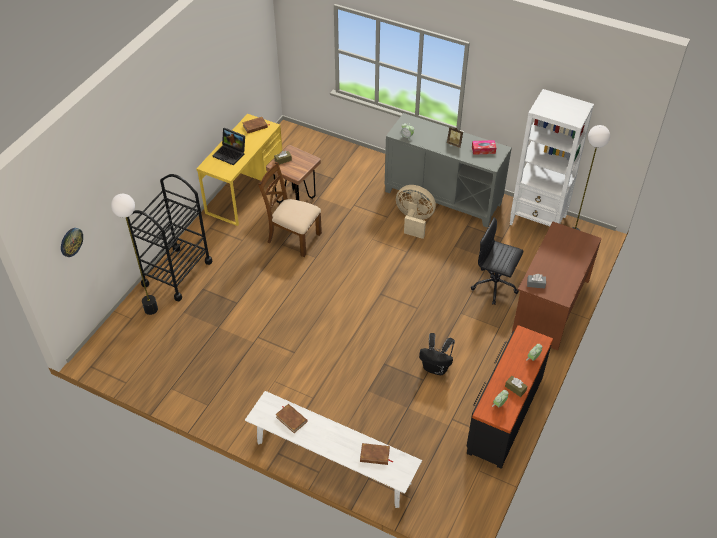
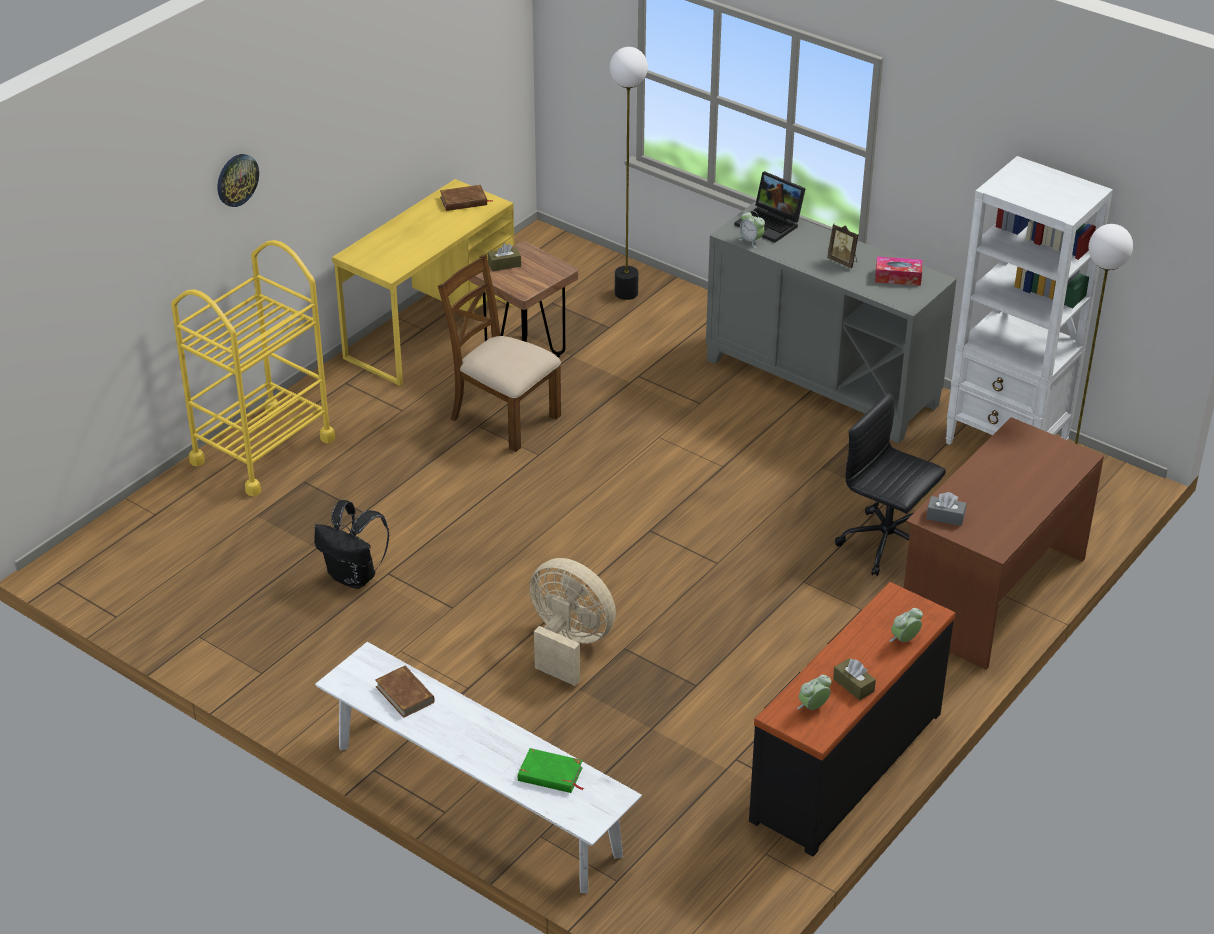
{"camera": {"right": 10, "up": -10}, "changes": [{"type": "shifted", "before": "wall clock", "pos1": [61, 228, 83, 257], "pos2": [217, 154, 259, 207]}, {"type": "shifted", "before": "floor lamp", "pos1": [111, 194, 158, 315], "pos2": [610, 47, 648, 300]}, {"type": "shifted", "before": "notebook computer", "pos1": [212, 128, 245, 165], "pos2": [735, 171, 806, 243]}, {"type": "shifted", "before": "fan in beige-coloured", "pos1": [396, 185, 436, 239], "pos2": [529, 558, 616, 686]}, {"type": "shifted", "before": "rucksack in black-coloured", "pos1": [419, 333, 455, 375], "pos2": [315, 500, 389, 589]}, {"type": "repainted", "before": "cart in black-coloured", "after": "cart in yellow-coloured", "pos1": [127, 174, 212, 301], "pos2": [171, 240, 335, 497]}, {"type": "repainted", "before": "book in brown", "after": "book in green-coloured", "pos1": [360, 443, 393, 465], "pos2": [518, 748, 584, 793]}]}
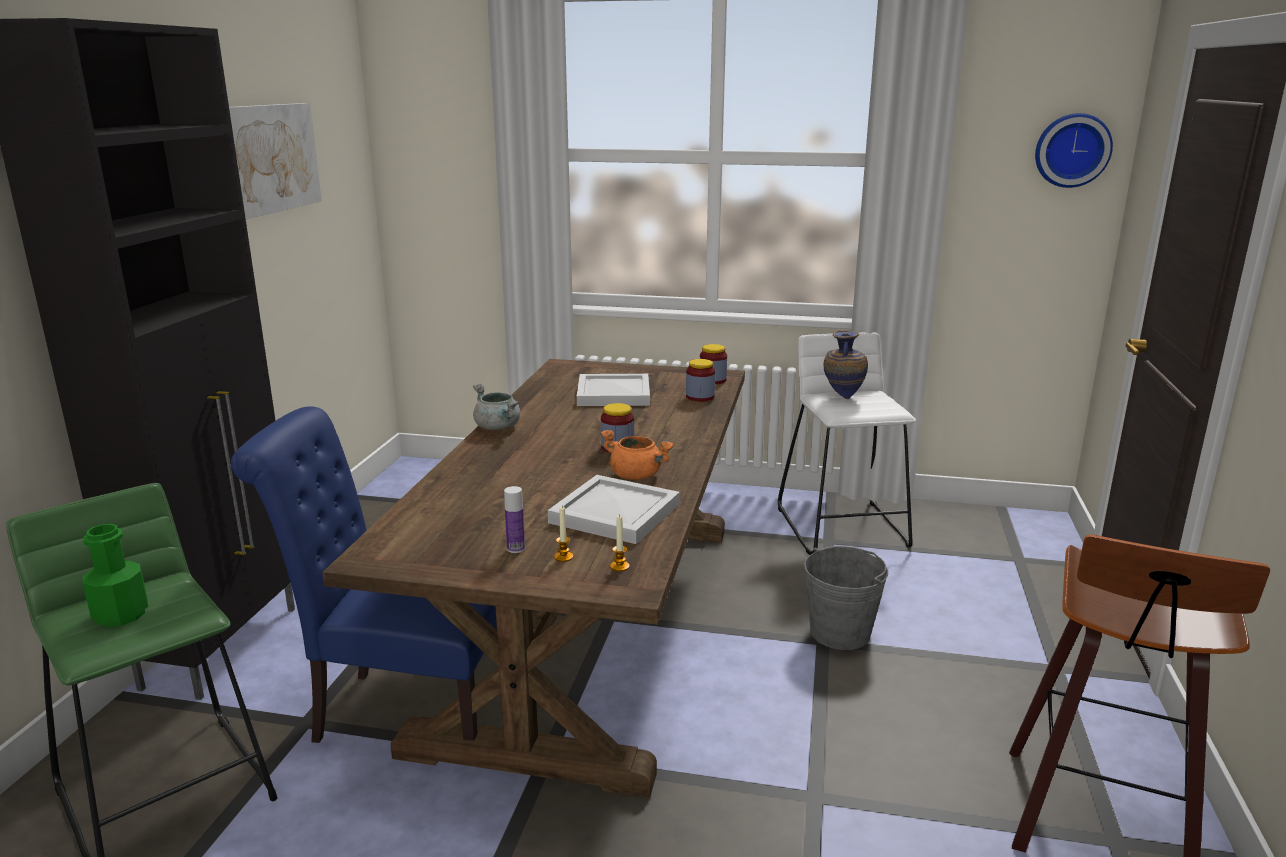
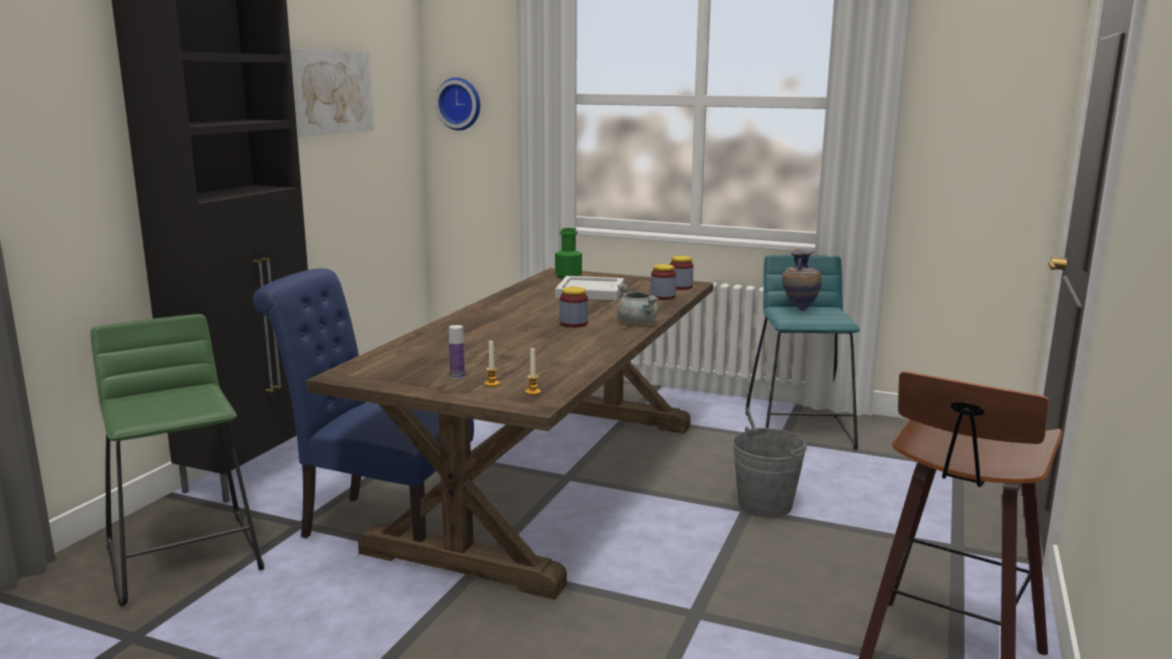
{"camera": {"right": 10, "up": -5}, "changes": [{"type": "gone", "before": "carrying tray in white", "pos1": [548, 475, 680, 544]}, {"type": "gone", "before": "saucepot in orangey", "pos1": [600, 430, 674, 480]}, {"type": "shifted", "before": "beverage bottle in green-coloured", "pos1": [83, 524, 148, 627], "pos2": [555, 228, 582, 279]}, {"type": "shifted", "before": "saucepot in gray", "pos1": [473, 384, 520, 430], "pos2": [617, 284, 659, 324]}, {"type": "shifted", "before": "wall clock", "pos1": [1035, 113, 1113, 188], "pos2": [435, 77, 480, 130]}, {"type": "repainted", "before": "stool in white", "after": "stool in blue-green", "pos1": [778, 333, 916, 555], "pos2": [746, 255, 860, 450]}]}
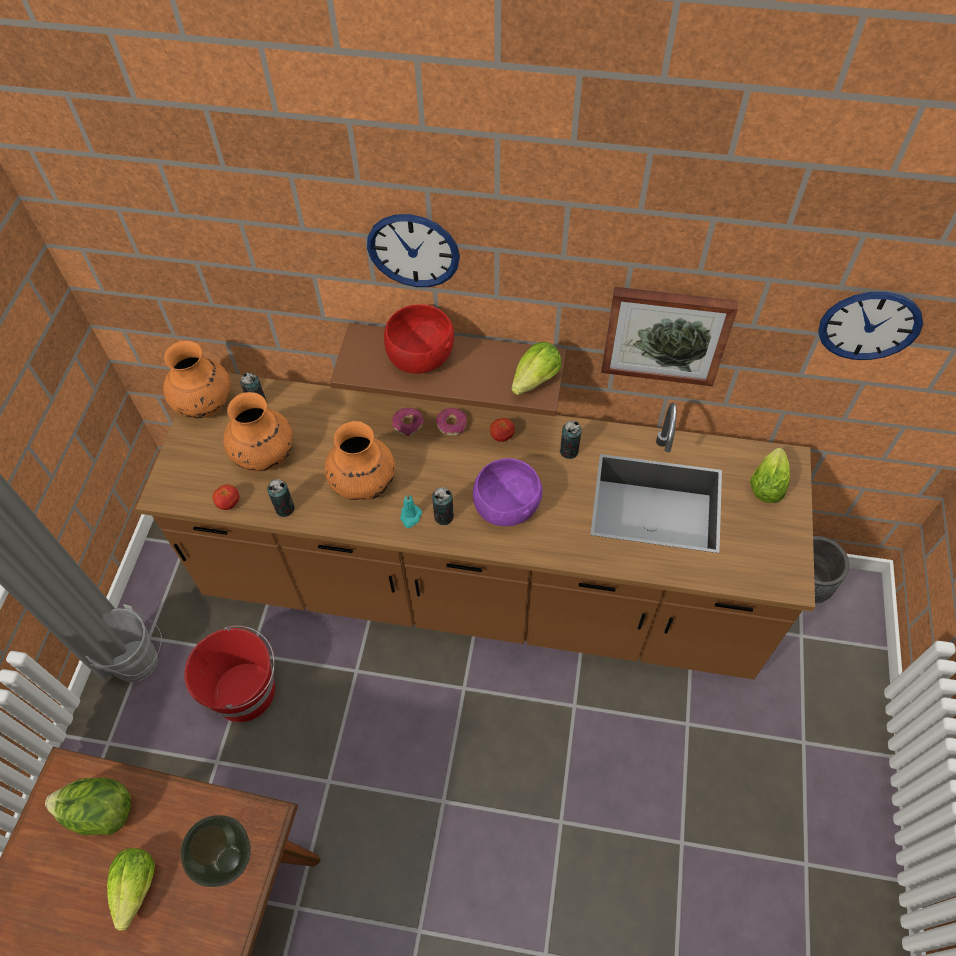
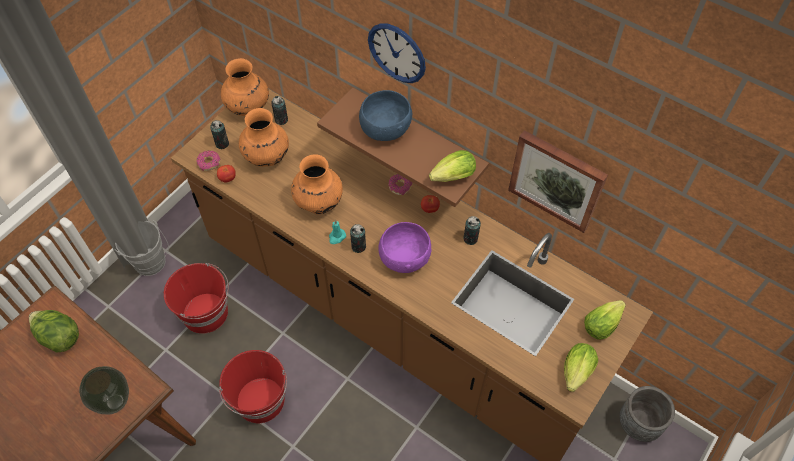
{"camera": {"right": 25, "up": 0}, "changes": [{"type": "gone", "before": "wall clock", "pos1": [818, 292, 923, 360]}, {"type": "new", "after": "water bucket in reddish", "pos2": [219, 350, 287, 423]}, {"type": "shifted", "before": "head of lettuce", "pos1": [107, 848, 155, 931], "pos2": [564, 343, 598, 392]}, {"type": "shifted", "before": "metal can", "pos1": [267, 479, 295, 517], "pos2": [210, 120, 229, 149]}, {"type": "shifted", "before": "doughnut", "pos1": [392, 407, 424, 436], "pos2": [196, 150, 221, 171]}, {"type": "repainted", "before": "bowl in reddish", "after": "bowl in bluish", "pos1": [384, 304, 454, 374], "pos2": [359, 90, 412, 141]}]}
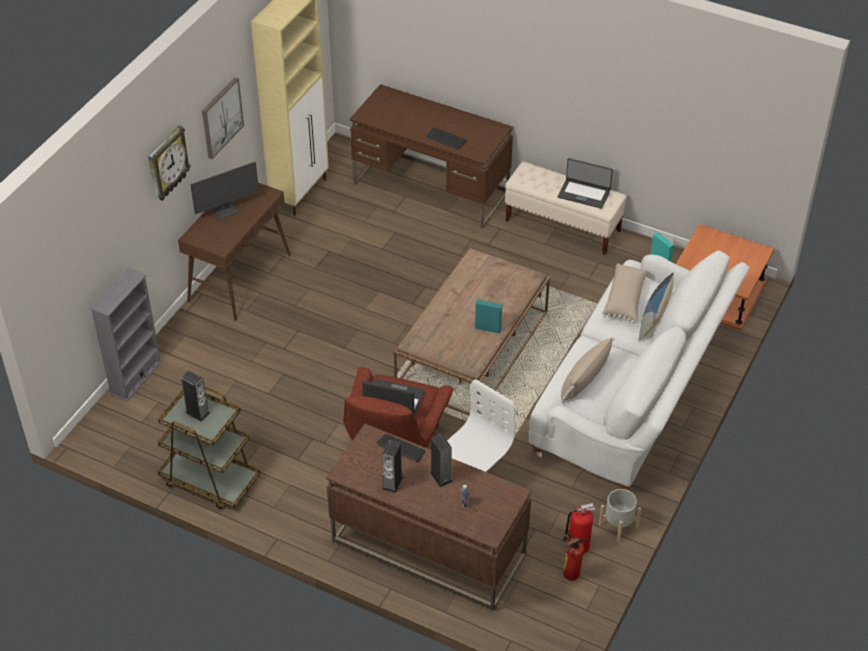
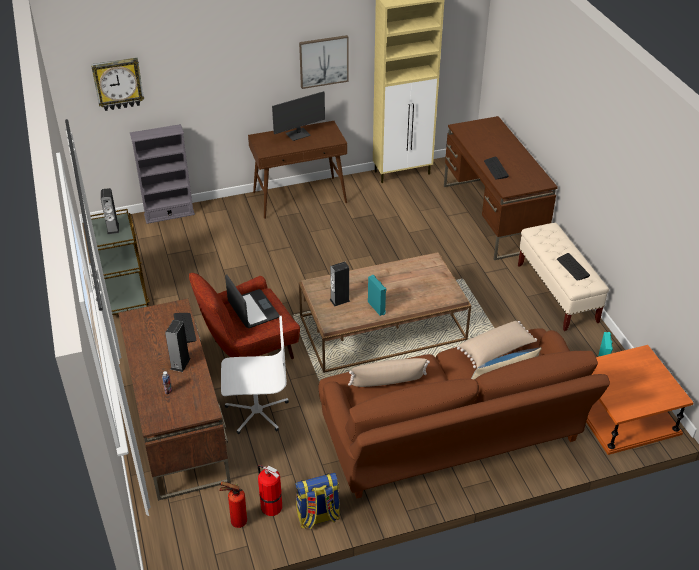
{"camera": {"right": 45, "up": -5}, "changes": [{"type": "shifted", "before": "wall clock", "pos1": [148, 125, 191, 201], "pos2": [91, 58, 144, 111]}, {"type": "shifted", "before": "speaker", "pos1": [382, 440, 403, 493], "pos2": [330, 262, 351, 307]}, {"type": "swapped", "before": "notebook computer", "after": "computer keyboard", "pos1": [558, 158, 613, 209], "pos2": [557, 253, 590, 281]}, {"type": "swapped", "before": "plant pot in gray", "after": "rucksack", "pos1": [599, 489, 641, 542], "pos2": [295, 473, 340, 529]}, {"type": "repainted", "before": "sofa in white", "after": "sofa in brown", "pos1": [529, 251, 750, 490], "pos2": [318, 328, 610, 499]}, {"type": "rotated", "before": "computer display", "pos1": [190, 162, 259, 220], "pos2": [272, 91, 325, 141], "turn": -45}]}
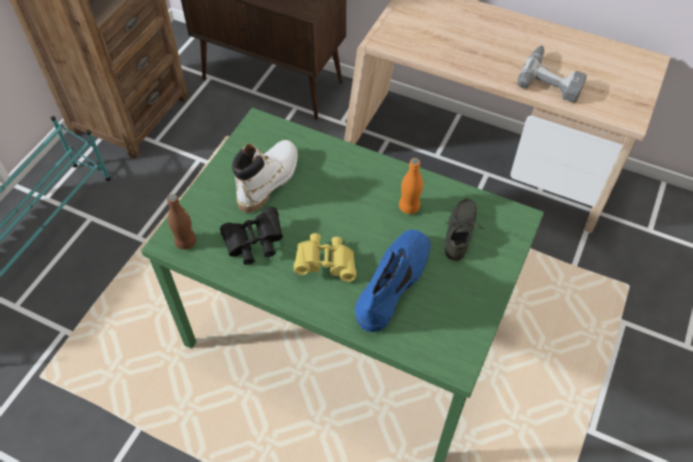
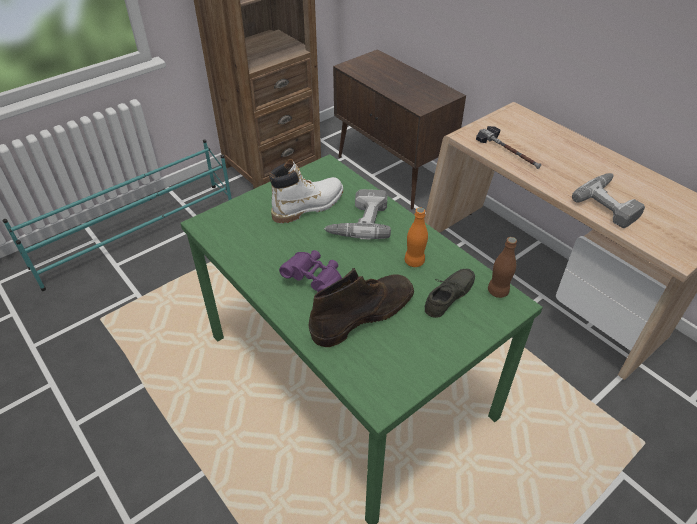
{"camera": {"right": 25, "up": -10}, "changes": [{"type": "gone", "before": "pair of binoculars in black-coloured", "pos1": [220, 207, 283, 265]}, {"type": "new", "after": "power drill", "pos2": [324, 189, 391, 240]}, {"type": "new", "after": "tool hammer", "pos2": [476, 126, 541, 169]}, {"type": "shifted", "before": "beverage bottle in brown", "pos1": [167, 194, 197, 250], "pos2": [488, 237, 517, 298]}, {"type": "repainted", "before": "pair of binoculars in yellow-coloured", "after": "pair of binoculars in purplish", "pos1": [294, 233, 356, 282], "pos2": [279, 250, 342, 293]}, {"type": "repainted", "before": "tall boot in bluish", "after": "tall boot in brown", "pos1": [355, 230, 431, 332], "pos2": [309, 268, 414, 347]}]}
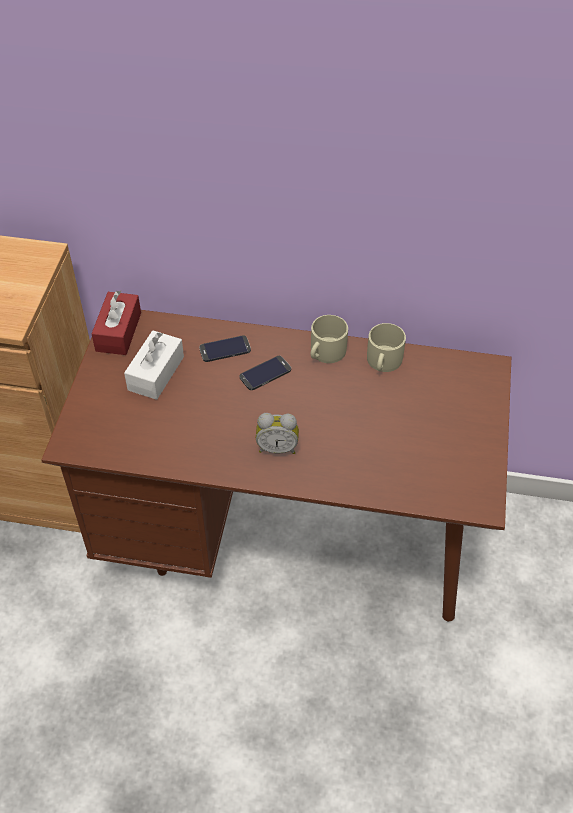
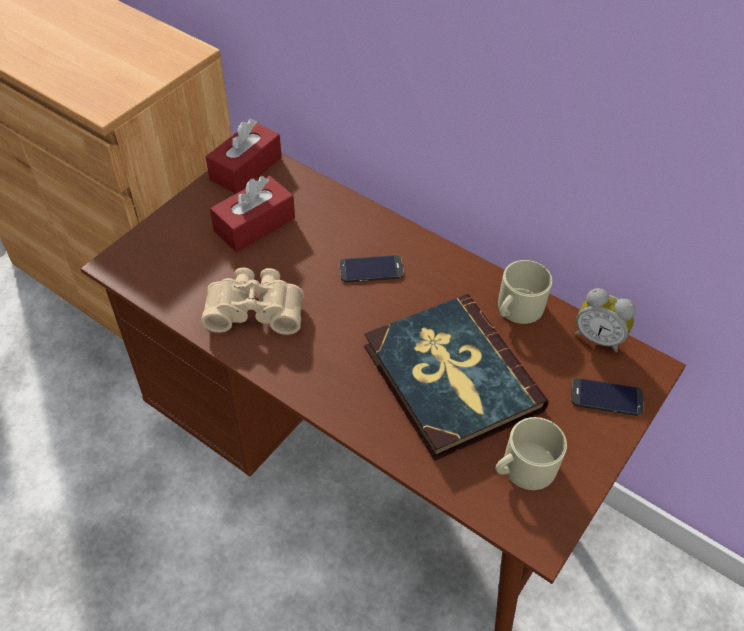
{"camera": {"right": 25, "up": 0}, "changes": [{"type": "new", "after": "pair of binoculars in beige-coloured", "pos2": [201, 267, 304, 335]}, {"type": "new", "after": "book", "pos2": [364, 294, 549, 461]}, {"type": "shifted", "before": "phone", "pos1": [199, 336, 251, 362], "pos2": [571, 378, 643, 416]}, {"type": "shifted", "before": "table clock", "pos1": [256, 413, 299, 454], "pos2": [575, 288, 636, 353]}, {"type": "shifted", "before": "mug in beige-coloured", "pos1": [310, 315, 348, 363], "pos2": [496, 417, 567, 490]}, {"type": "repainted", "before": "tissue holder in white", "after": "tissue holder in reddish", "pos1": [124, 331, 184, 400], "pos2": [210, 175, 295, 252]}]}
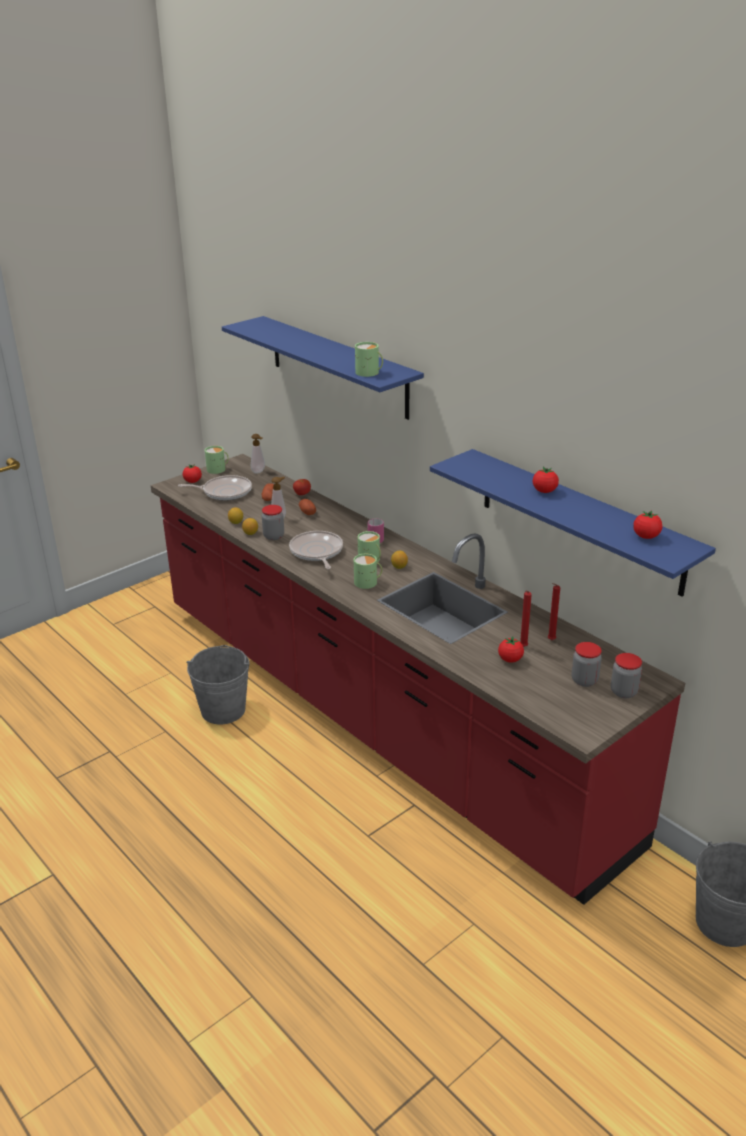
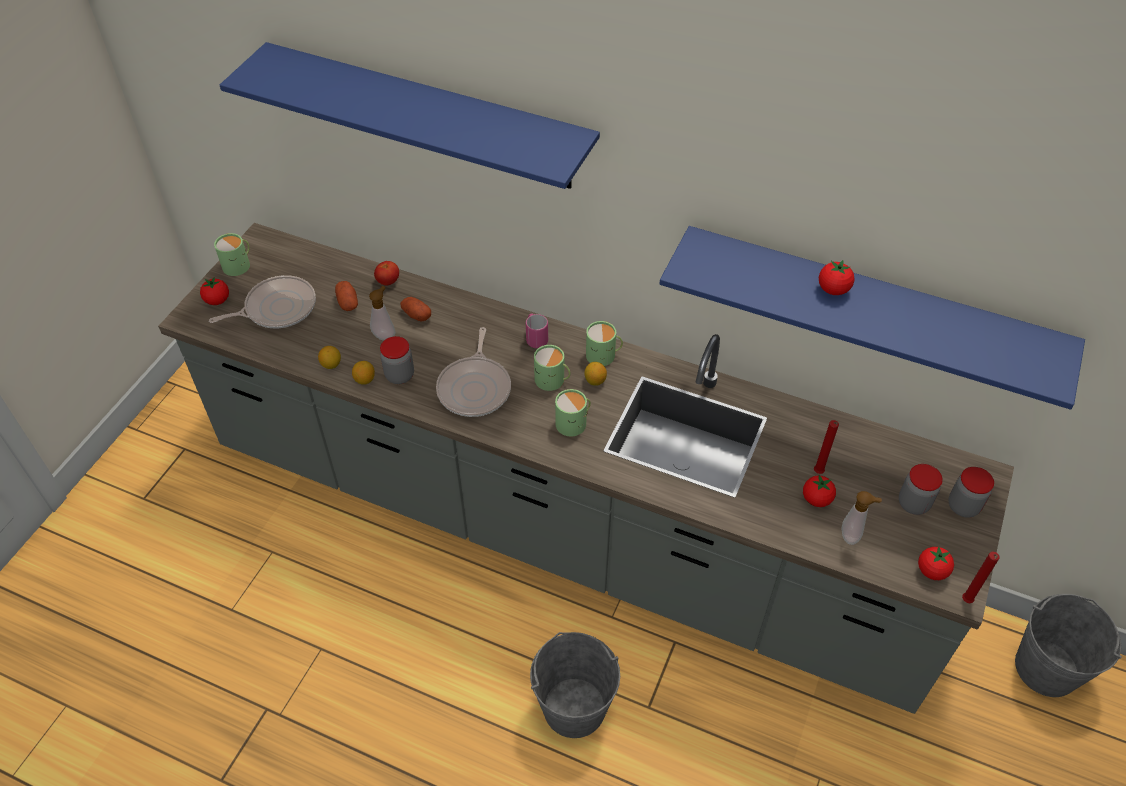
{"camera": {"right": -25, "up": 20}, "changes": [{"type": "shifted", "before": "water bucket in gray", "pos1": [187, 645, 249, 724], "pos2": [530, 632, 620, 738]}, {"type": "shifted", "before": "soap bottle", "pos1": [251, 434, 265, 474], "pos2": [842, 491, 882, 545]}, {"type": "shifted", "before": "mug in green-coloured", "pos1": [355, 342, 383, 377], "pos2": [586, 321, 623, 366]}, {"type": "shifted", "before": "wax candle in reddish", "pos1": [548, 583, 560, 640], "pos2": [962, 552, 1000, 603]}, {"type": "shifted", "before": "fresh tomato", "pos1": [633, 510, 662, 539], "pos2": [918, 546, 954, 580]}, {"type": "repainted", "before": "kitchen counter in reddish", "after": "kitchen counter in gray", "pos1": [151, 454, 685, 905], "pos2": [158, 223, 1014, 714]}, {"type": "rotated", "before": "pan", "pos1": [289, 531, 343, 569], "pos2": [436, 327, 511, 417], "turn": -135}]}
